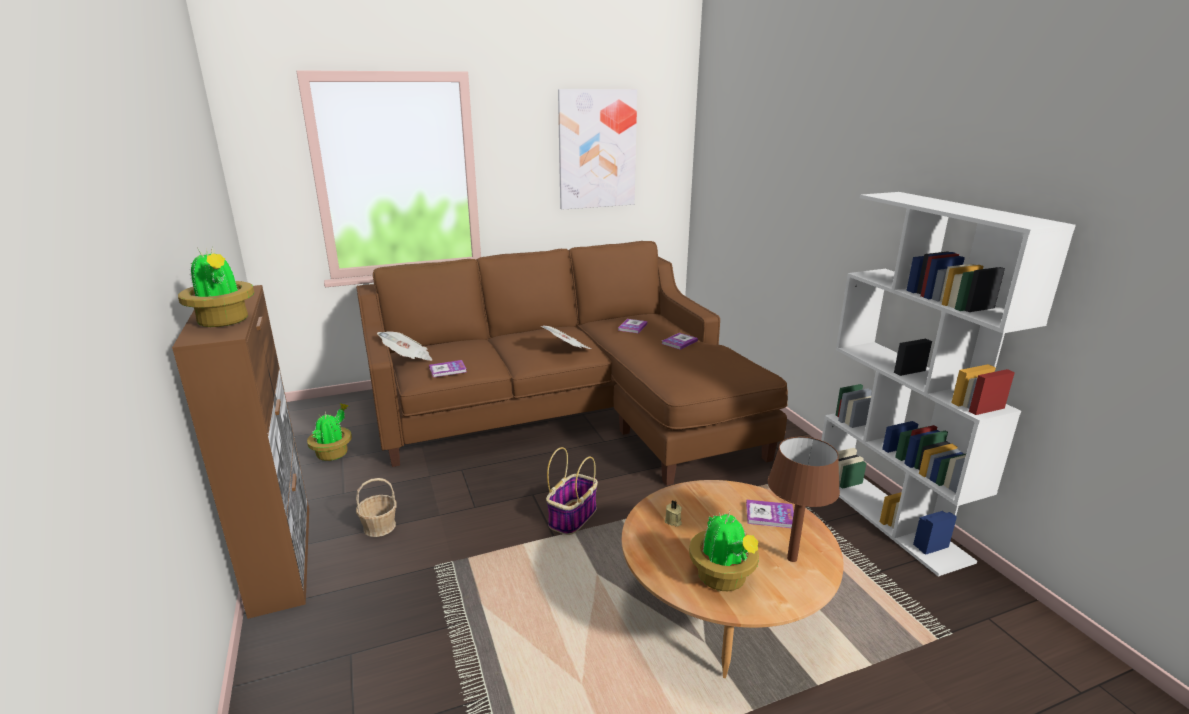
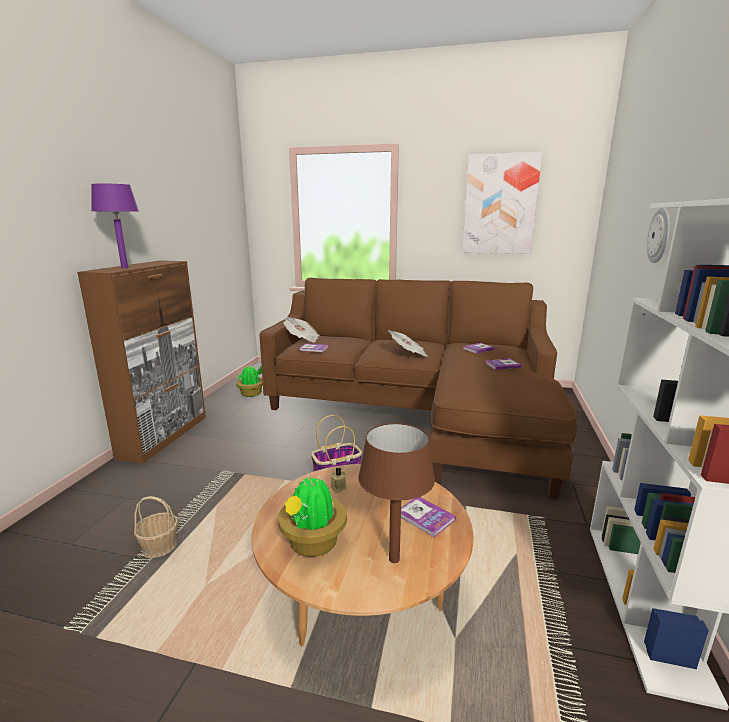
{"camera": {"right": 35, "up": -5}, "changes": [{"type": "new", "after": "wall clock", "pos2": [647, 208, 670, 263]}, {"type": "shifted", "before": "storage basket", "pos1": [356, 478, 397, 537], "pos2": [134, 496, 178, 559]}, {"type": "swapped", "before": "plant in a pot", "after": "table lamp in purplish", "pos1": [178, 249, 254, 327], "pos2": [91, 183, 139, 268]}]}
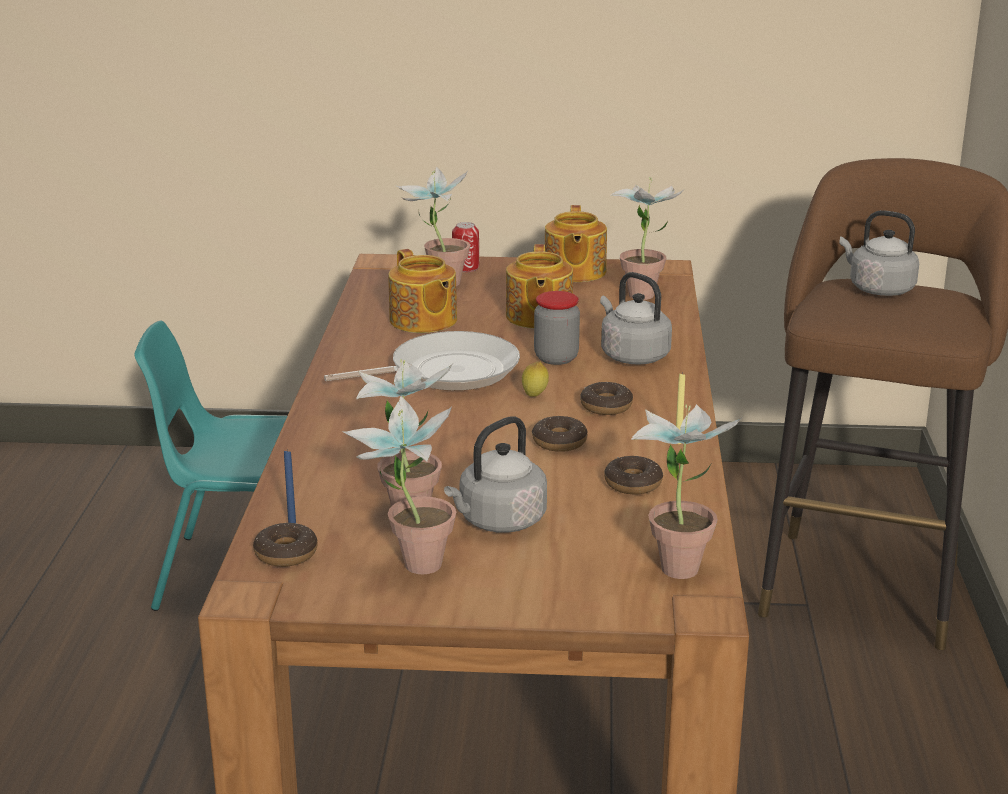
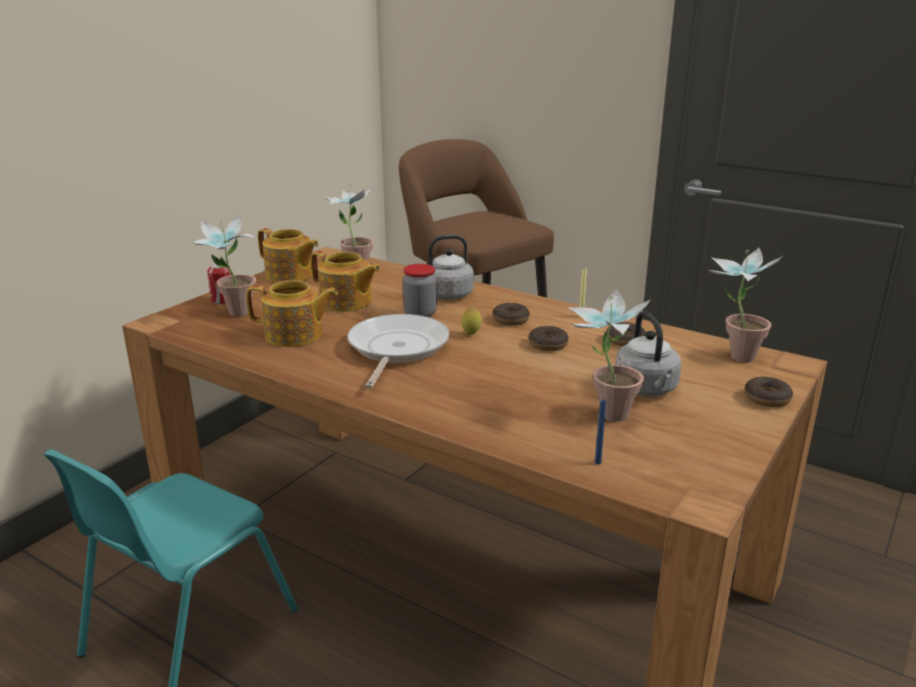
{"camera": {"right": -60, "up": 0}, "changes": [{"type": "gone", "before": "plant in a pot", "pos1": [342, 396, 456, 574]}, {"type": "gone", "before": "water kettle in gray", "pos1": [839, 210, 919, 296]}, {"type": "shifted", "before": "doughnut", "pos1": [253, 522, 317, 567], "pos2": [745, 377, 793, 407]}]}
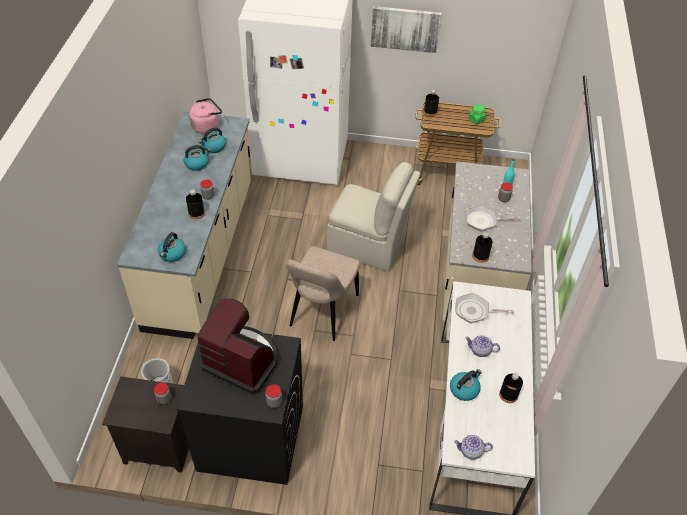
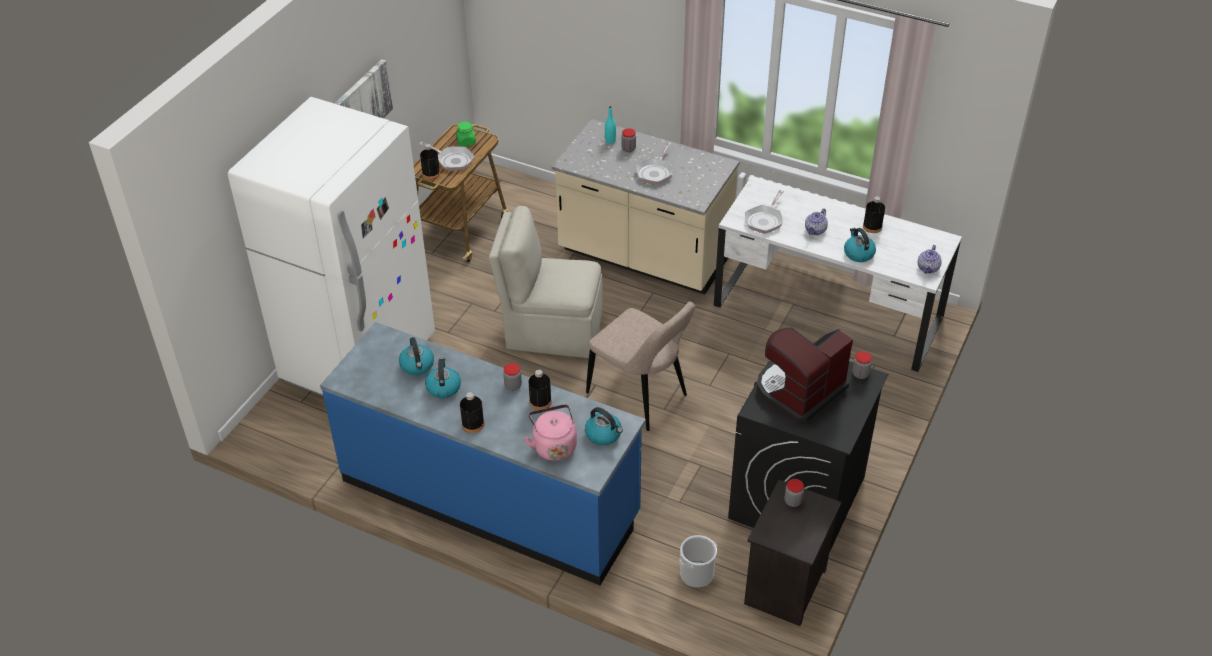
{"camera": {"right": -70, "up": -5}, "changes": [{"type": "new", "after": "pan", "pos2": [419, 142, 474, 171]}, {"type": "shifted", "before": "water kettle in pink", "pos1": [189, 98, 222, 134], "pos2": [524, 404, 577, 461]}, {"type": "shifted", "before": "beverage bottle in black-coloured", "pos1": [472, 232, 493, 263], "pos2": [460, 392, 484, 433]}, {"type": "repainted", "before": "kitchen counter in beige-coloured", "after": "kitchen counter in bluish", "pos1": [117, 111, 251, 339], "pos2": [320, 322, 646, 585]}, {"type": "rotated", "before": "plain chair in beige-coloured", "pos1": [327, 162, 421, 272], "pos2": [489, 206, 603, 358], "turn": -120}]}
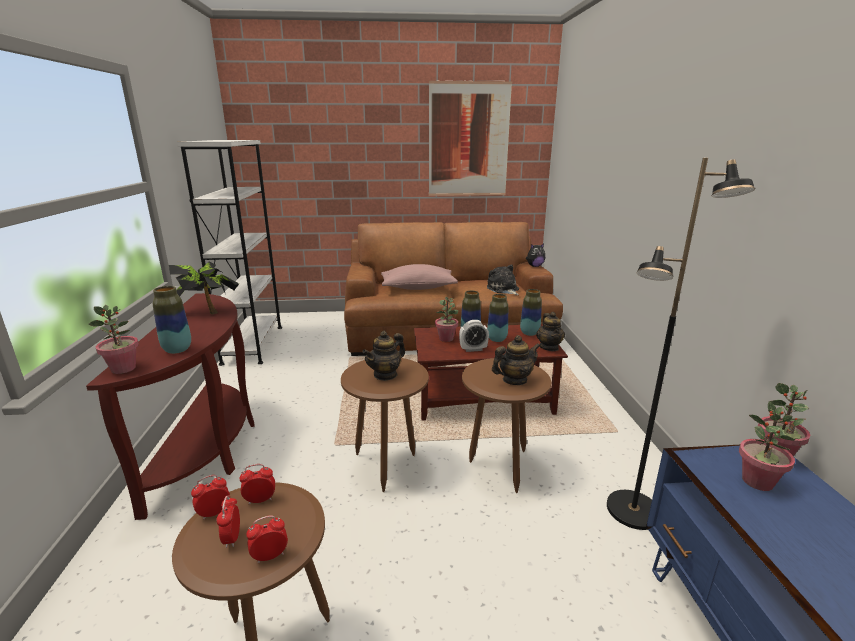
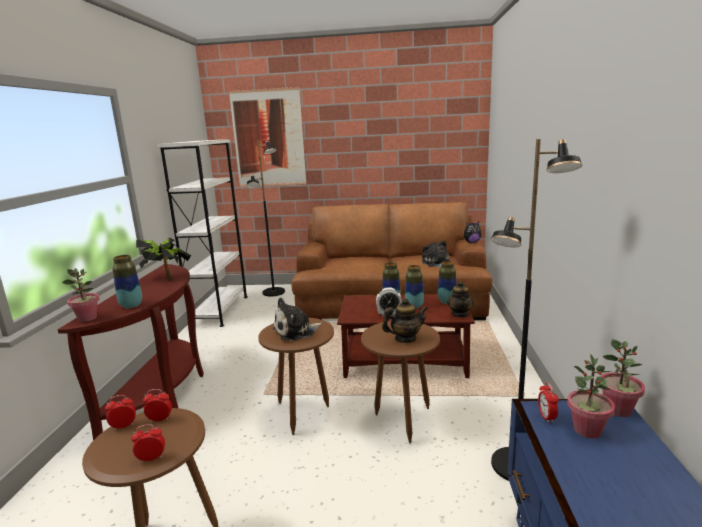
{"camera": {"right": 10, "up": -5}, "changes": [{"type": "gone", "before": "throw pillow in pink", "pos1": [381, 264, 458, 290]}, {"type": "gone", "before": "plant in a pot", "pos1": [435, 297, 458, 342]}, {"type": "new", "after": "floor lamp in black-coloured", "pos2": [247, 140, 285, 296]}, {"type": "shifted", "before": "table clock", "pos1": [216, 496, 240, 548], "pos2": [538, 382, 559, 423]}, {"type": "shifted", "before": "wall art", "pos1": [429, 80, 512, 196], "pos2": [229, 87, 307, 187]}, {"type": "swapped", "before": "tea pot", "after": "plush toy", "pos1": [362, 331, 405, 381], "pos2": [273, 298, 322, 341]}]}
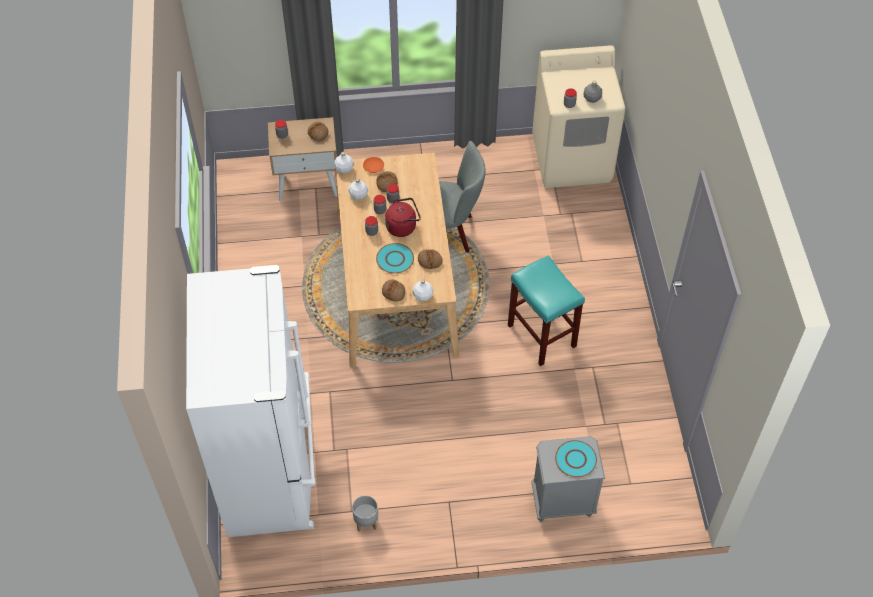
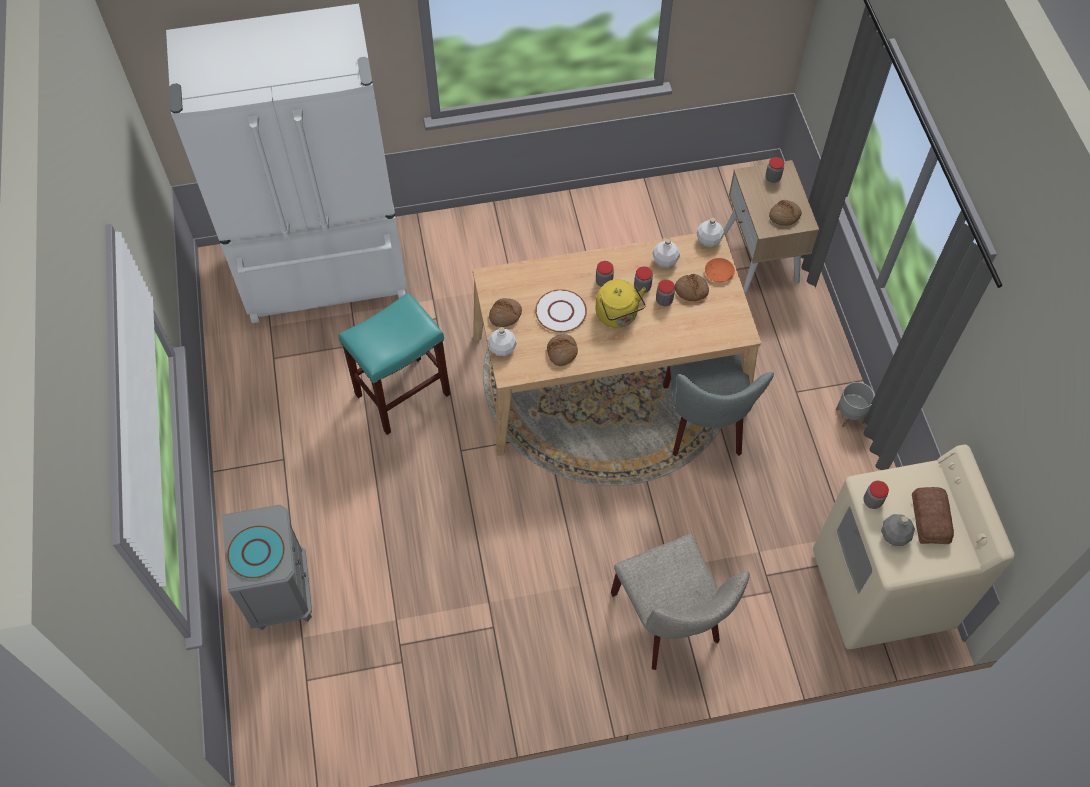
{"camera": {"right": 85, "up": 5}, "changes": [{"type": "new", "after": "plain chair in beige-coloured", "pos2": [611, 534, 750, 670]}, {"type": "new", "after": "baked bread", "pos2": [912, 487, 954, 544]}, {"type": "shifted", "before": "plant pot in gray", "pos1": [352, 495, 378, 531], "pos2": [836, 382, 874, 427]}, {"type": "shifted", "before": "stool in blue-green", "pos1": [508, 255, 585, 366], "pos2": [339, 293, 450, 435]}, {"type": "repainted", "before": "plate in blue-green", "after": "plate in white", "pos1": [376, 243, 414, 274], "pos2": [535, 289, 587, 332]}, {"type": "repainted", "before": "water kettle in reddish", "after": "water kettle in yellow-coloured", "pos1": [385, 198, 421, 237], "pos2": [595, 279, 646, 328]}]}
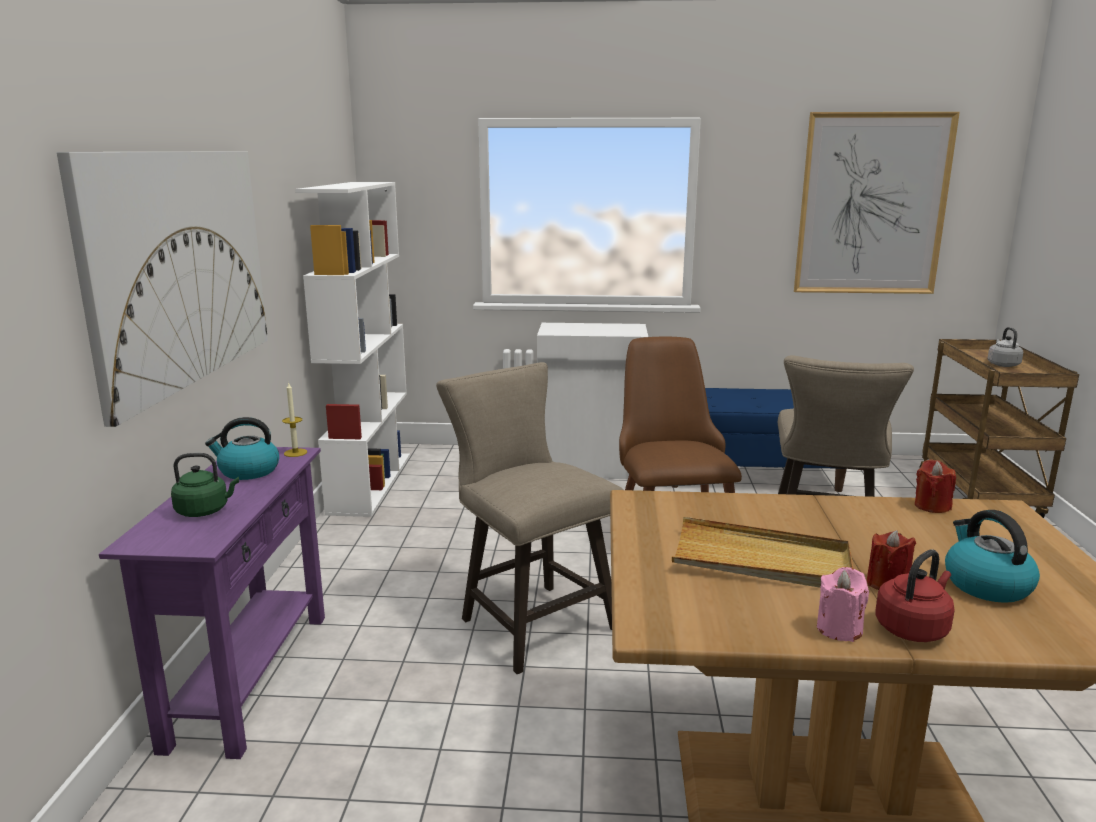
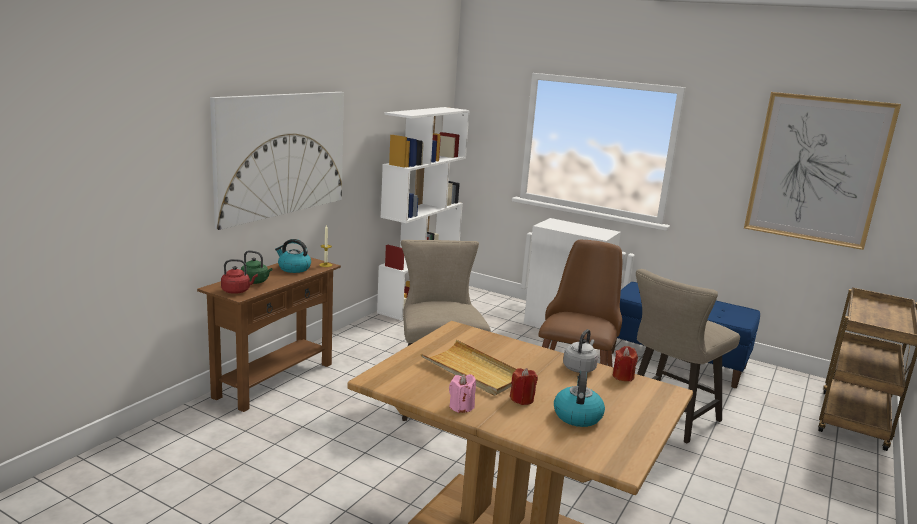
{"camera": {"right": 25, "up": 0}, "changes": [{"type": "shifted", "before": "water kettle in reddish", "pos1": [875, 549, 955, 642], "pos2": [221, 259, 258, 294]}, {"type": "shifted", "before": "water kettle in gray", "pos1": [987, 327, 1023, 367], "pos2": [563, 329, 598, 373]}, {"type": "repainted", "before": "hall table in purplish", "after": "hall table in brown", "pos1": [99, 447, 325, 759], "pos2": [197, 257, 341, 412]}]}
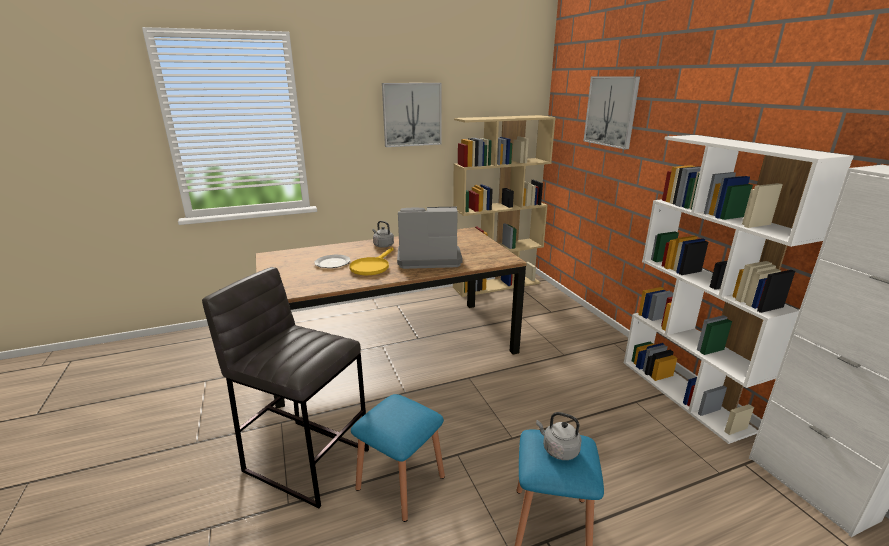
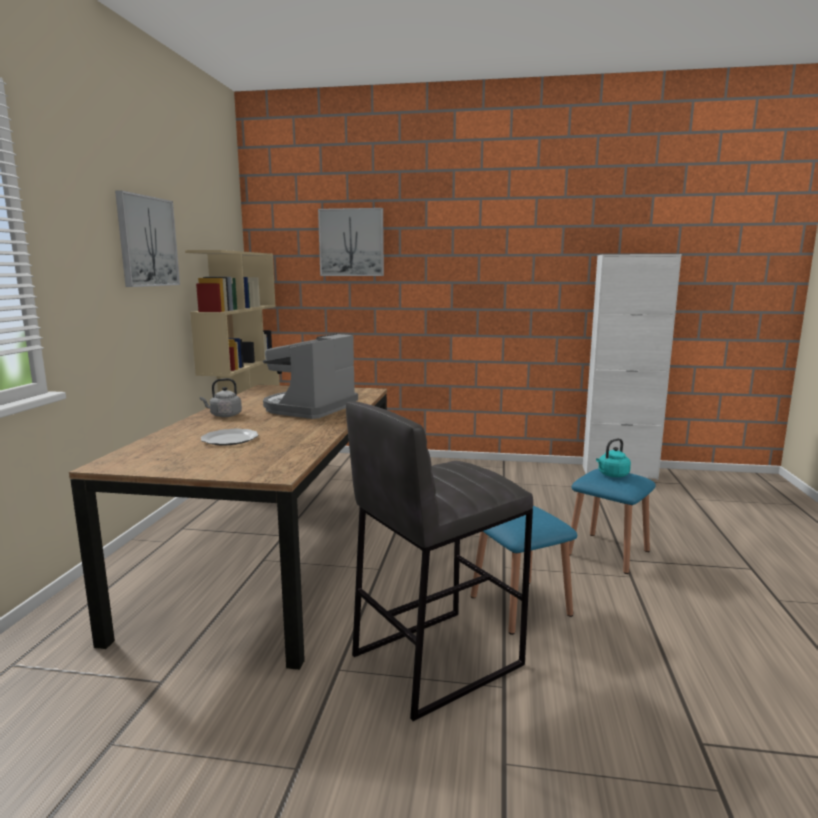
{"camera": {"right": -60, "up": -10}, "changes": [{"type": "gone", "before": "pan in yellow-coloured", "pos1": [349, 247, 394, 275]}, {"type": "gone", "before": "bookcase in white", "pos1": [624, 135, 854, 444]}, {"type": "repainted", "before": "water kettle in gray", "after": "water kettle in blue-green", "pos1": [536, 412, 582, 460], "pos2": [596, 438, 631, 477]}]}
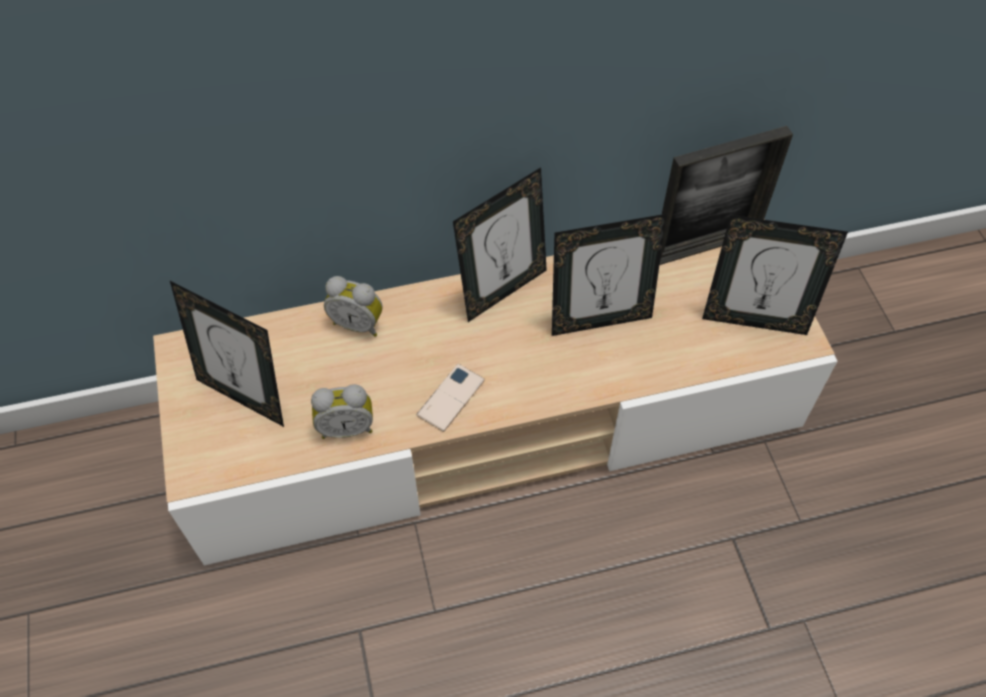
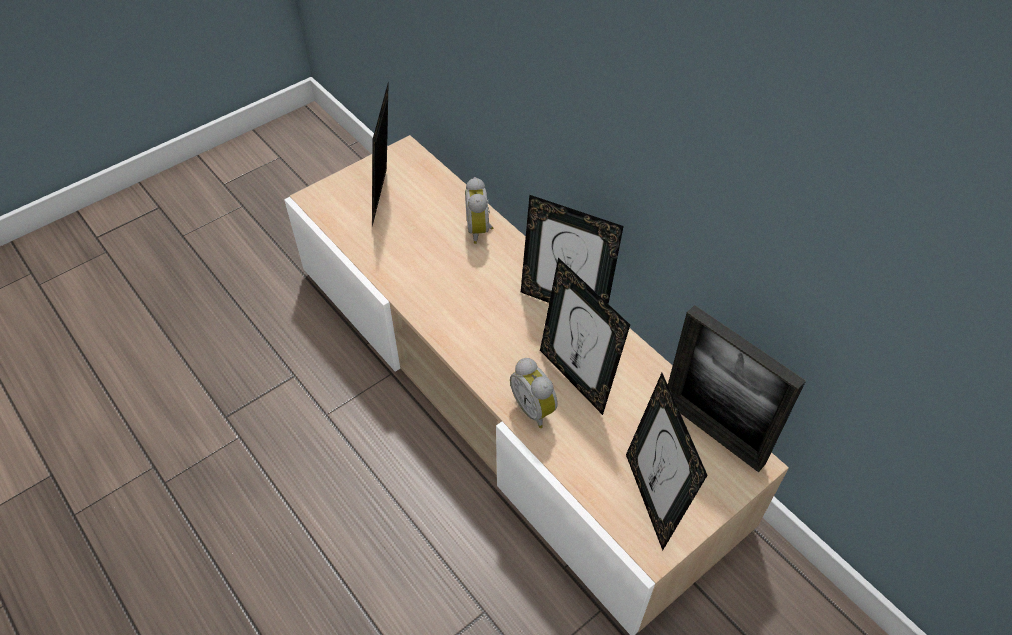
{"camera": {"right": 65, "up": -5}, "changes": [{"type": "gone", "before": "phone", "pos1": [417, 364, 485, 432]}, {"type": "shifted", "before": "table clock", "pos1": [311, 384, 373, 439], "pos2": [510, 358, 557, 428]}]}
